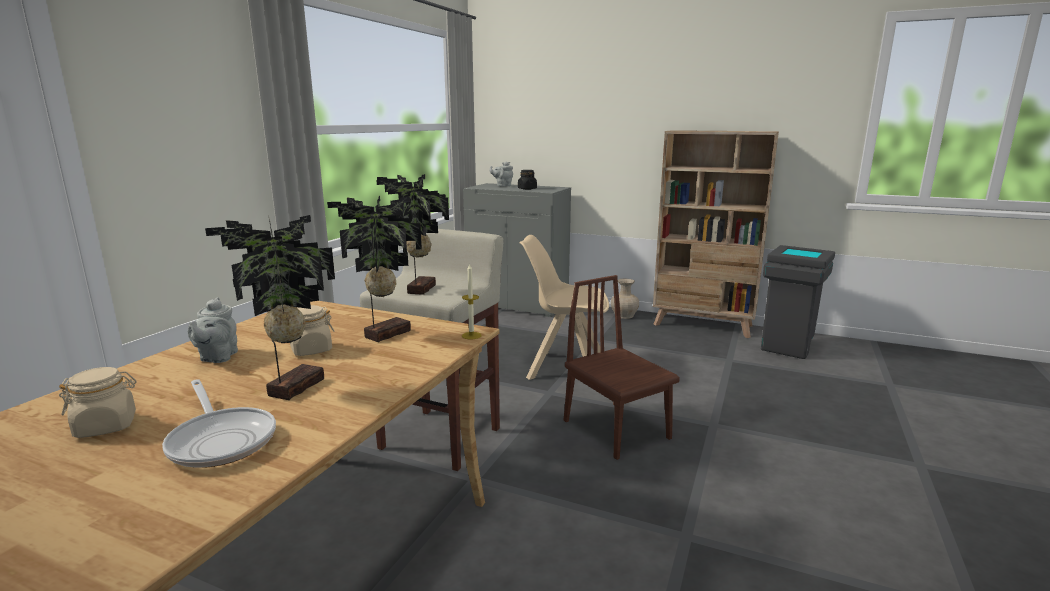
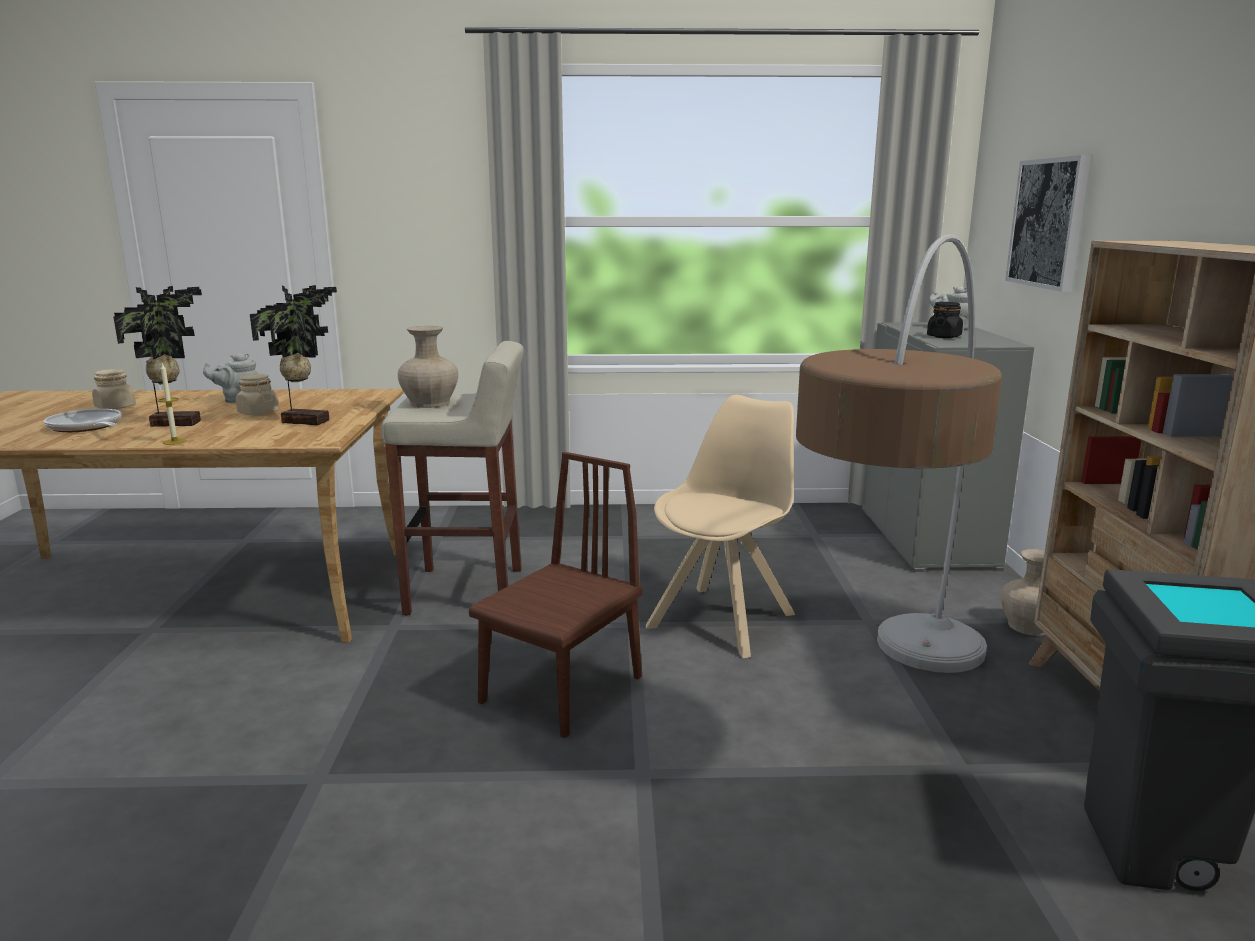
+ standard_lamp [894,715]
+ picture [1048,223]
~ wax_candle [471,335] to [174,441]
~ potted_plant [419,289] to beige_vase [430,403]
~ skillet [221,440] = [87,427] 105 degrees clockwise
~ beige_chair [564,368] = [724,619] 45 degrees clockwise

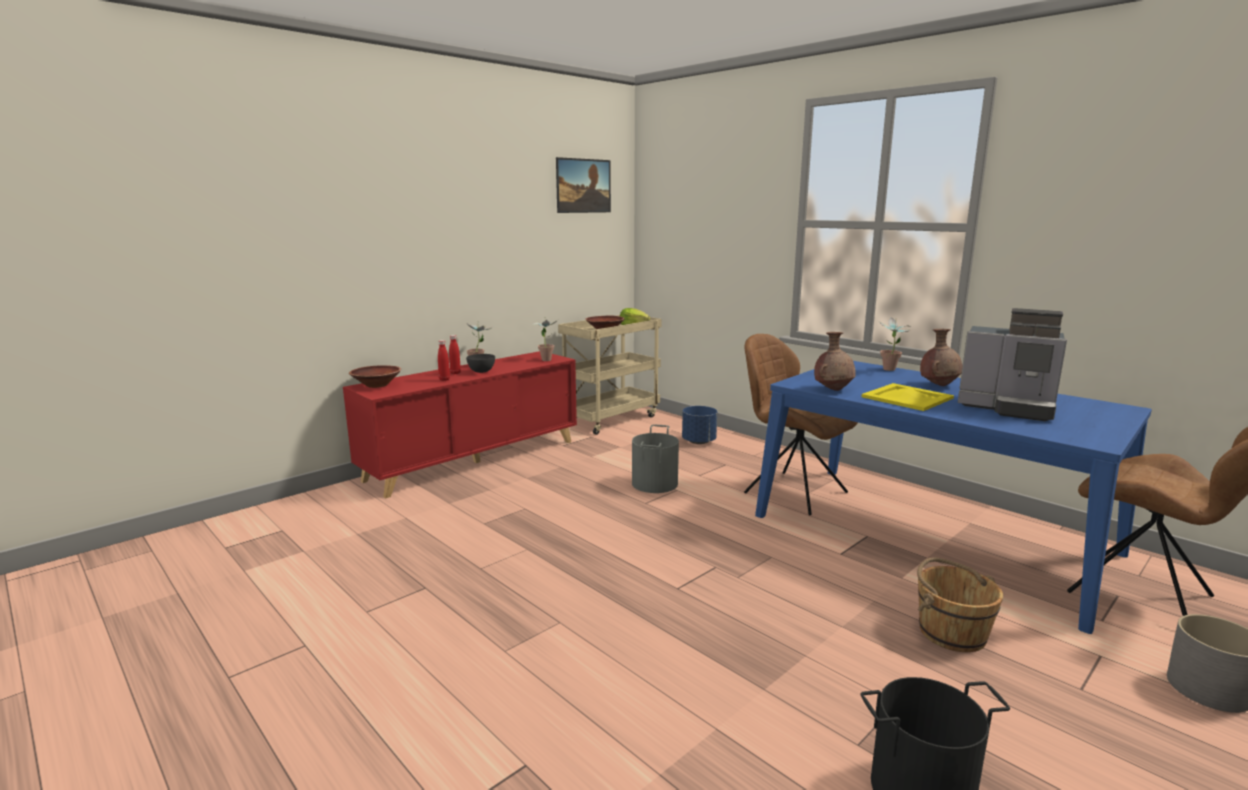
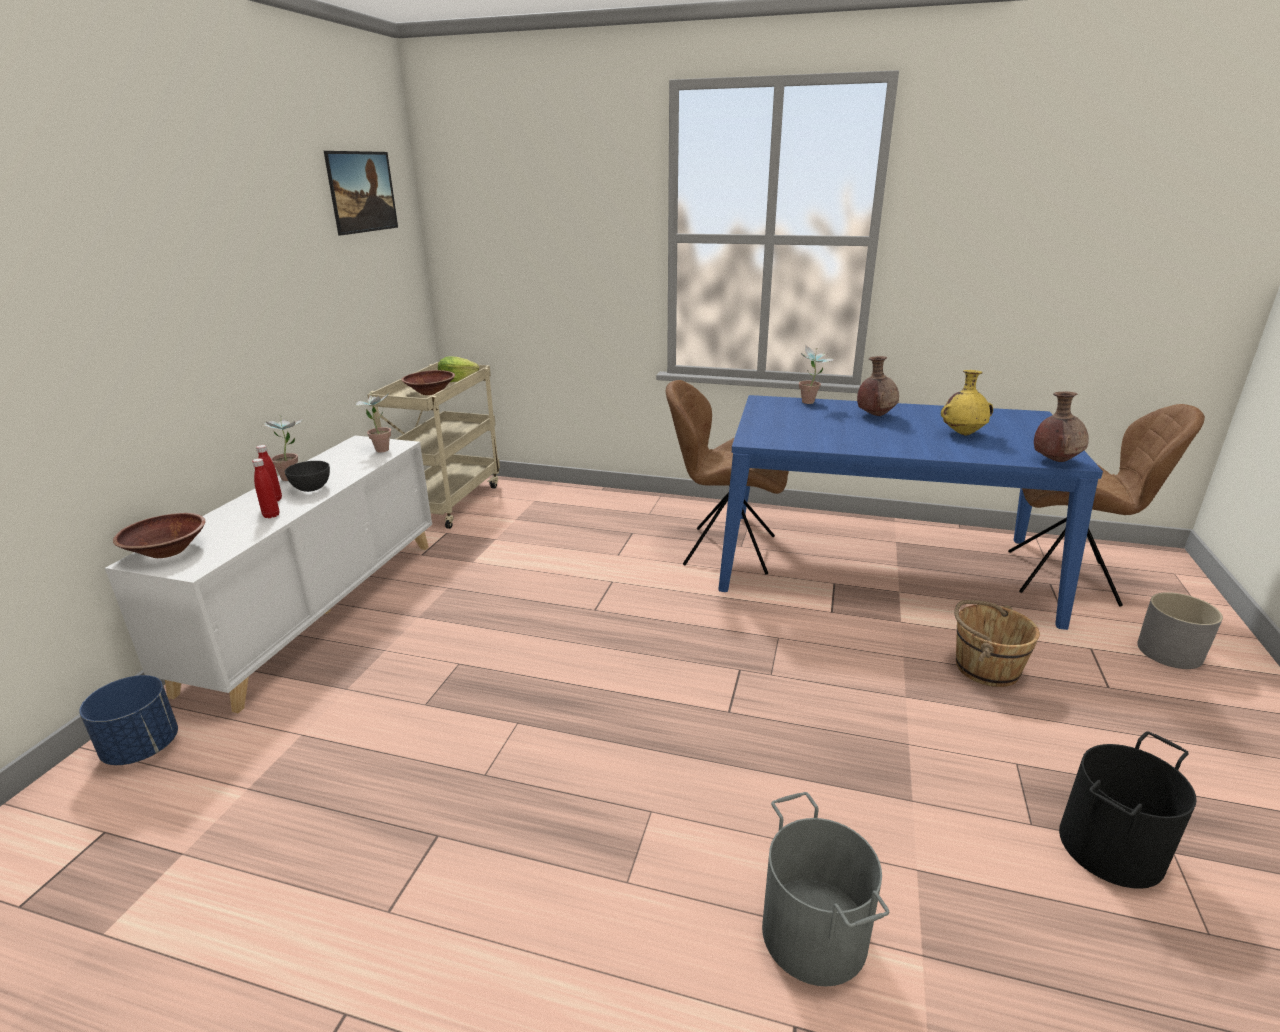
- yellow-coloured_carrying_tray [908,397]
~ gray_water_bucket [655,483] to [815,933]
~ bluish_flower_pot [699,441] to [142,748]
~ brownish_vase [833,389] to [1054,461]
~ coffee_brewer [1008,408] to yellow-coloured_vase [963,433]
~ red_storage_cabinet [474,460] to whitish_storage_cabinet [319,610]

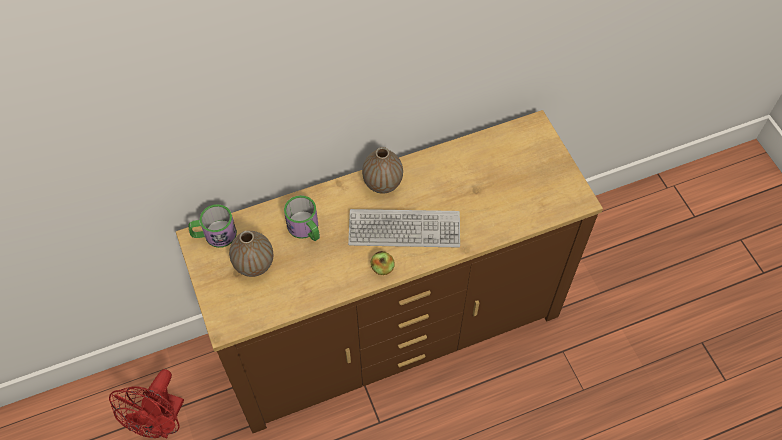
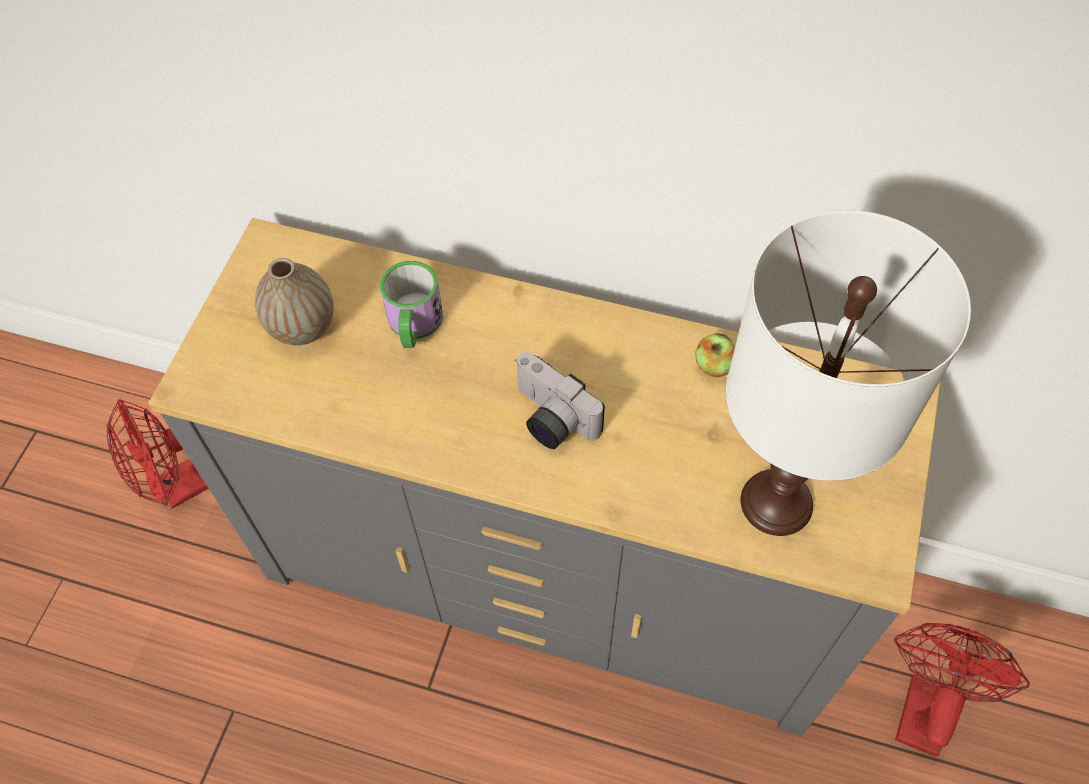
- mug [214,235]
- vase [382,183]
+ whitish_tabletop_lamp [778,502]
+ red_electric_fan [925,703]
~ apple_fruit [382,268] to [714,365]
~ computer_keyboard [404,229] to still_camera [549,419]
~ brownish_dresser [390,327] to gray_dresser [550,570]

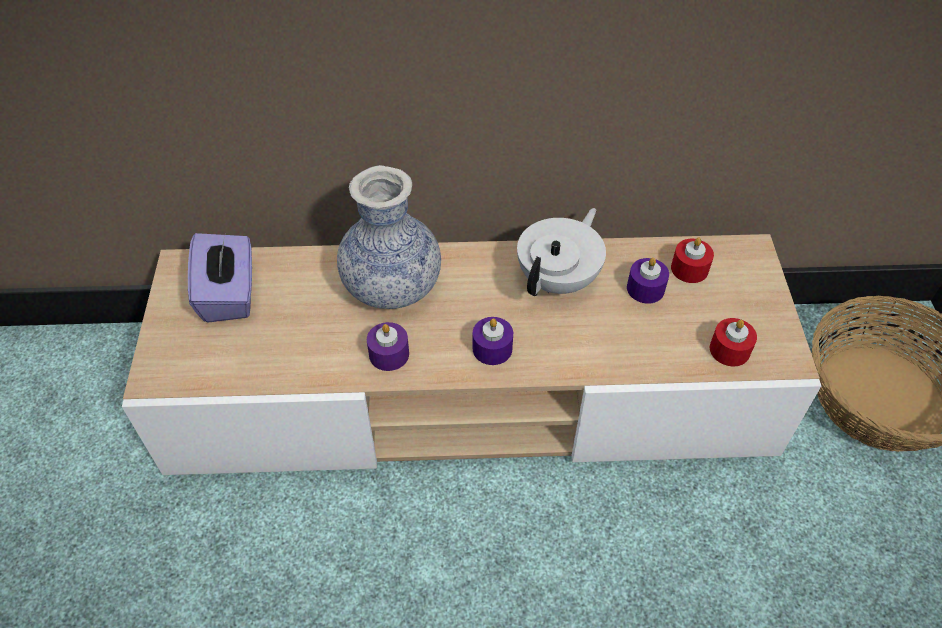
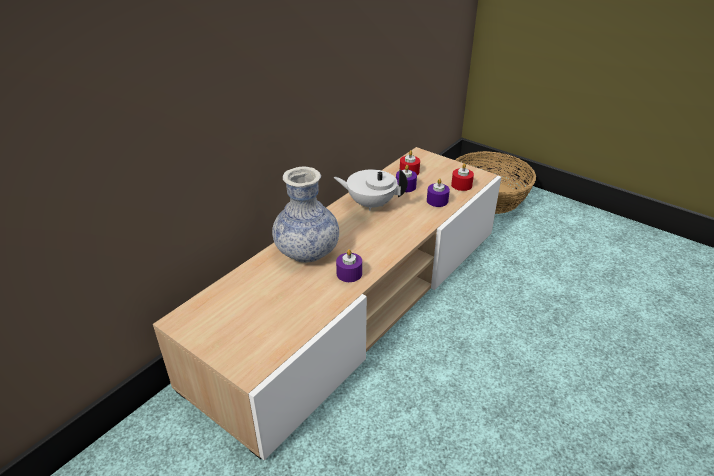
- purple_tissue_holder [229,294]
~ purple_wax_candle [492,348] to [437,201]
~ whitish_tea_pot [559,279] = [370,204] 60 degrees counterclockwise

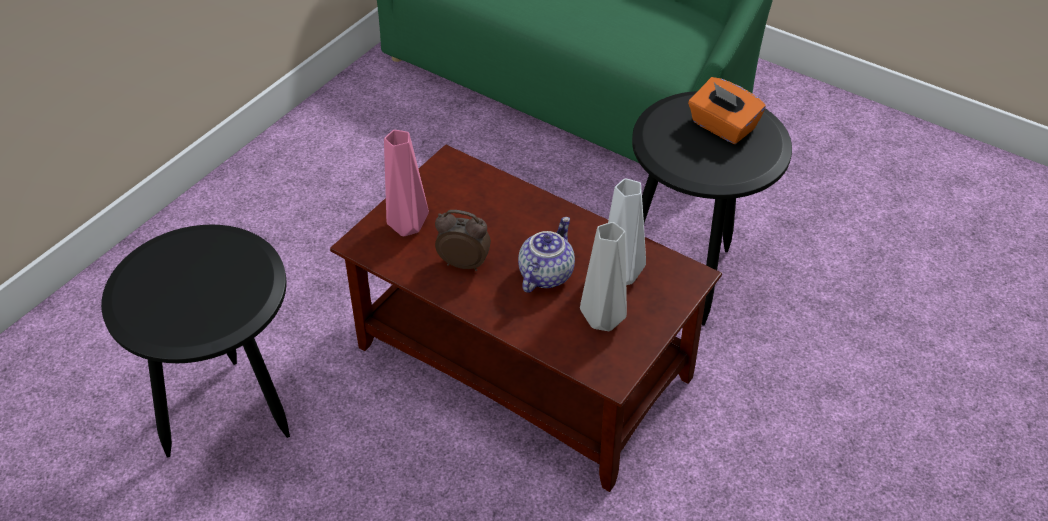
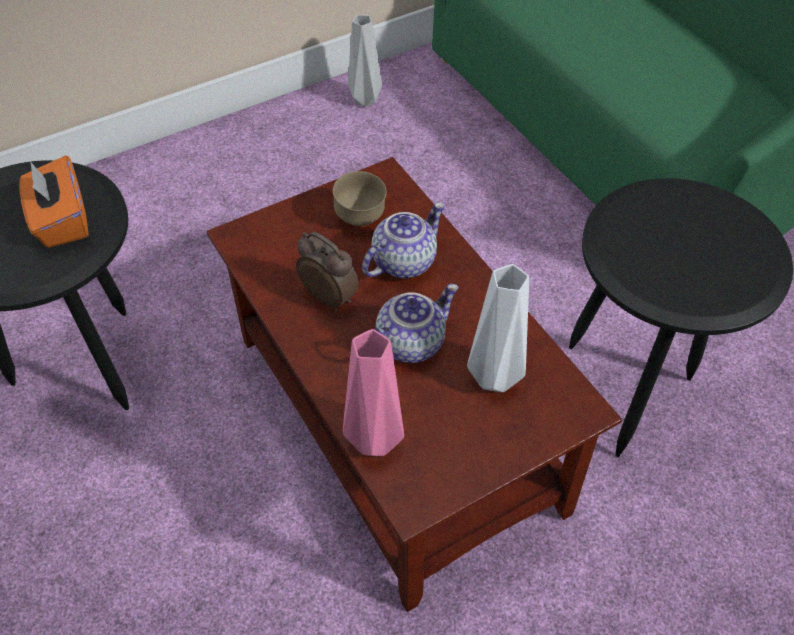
+ brownish_bowl [360,219]
+ tea_pot [403,261]
~ pink-coloured_vase [409,227] to [377,441]
~ gray_vase [602,319] to [365,99]
~ orangey_tissue_holder [722,127] to [61,221]

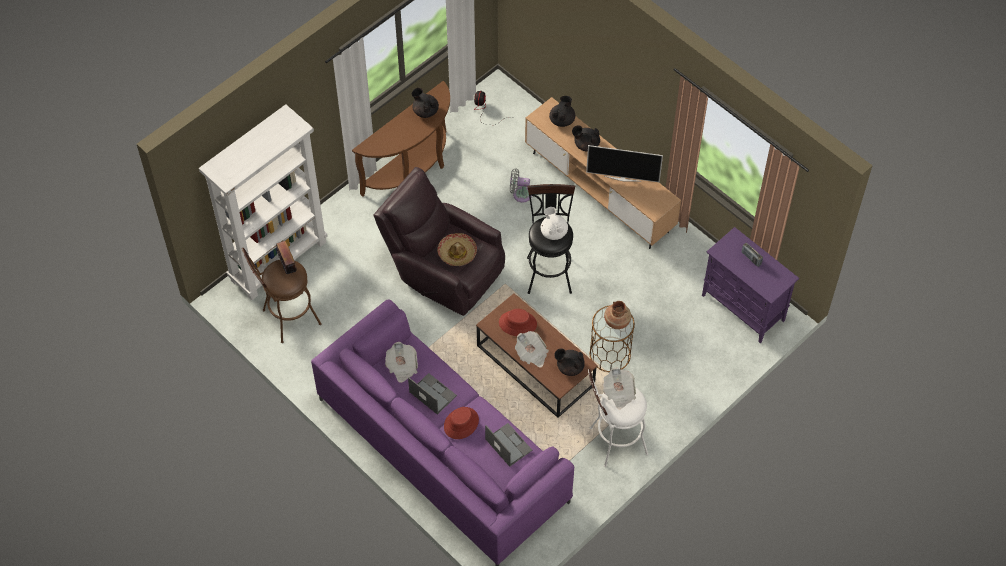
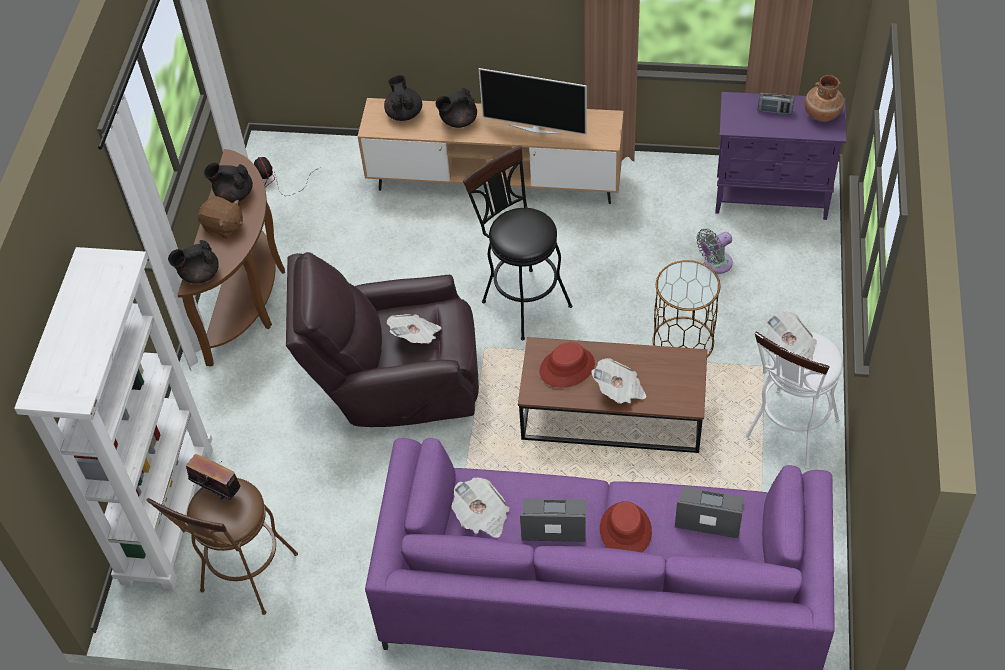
- whitish_tea_pot [553,232]
+ brownish_soft_toy [223,226]
~ gray_electric_fan [520,194] to [715,264]
~ black_tea_pot [569,367] to [199,274]
~ brownish_vase [617,321] to [821,114]
~ hat [457,253] to daily_paper [416,336]
~ television [622,178] = [535,129] 45 degrees clockwise

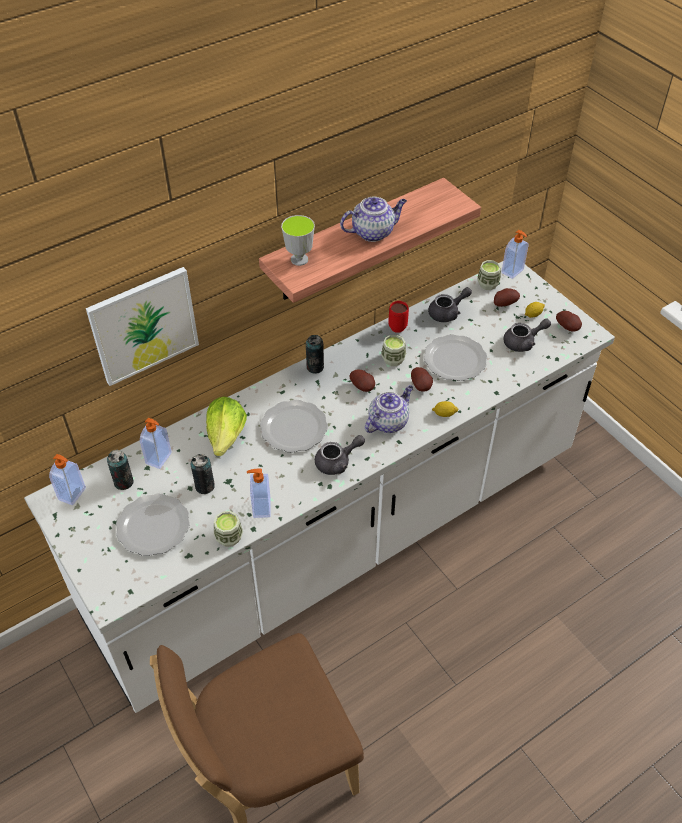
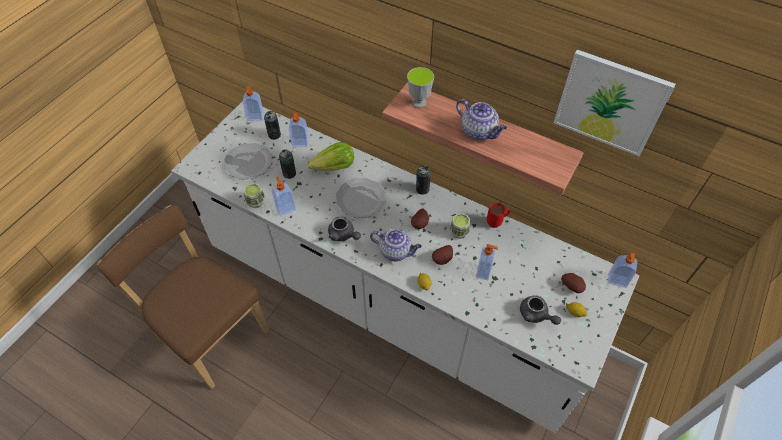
- gray_tea_pot [448,313]
- small_cup [488,284]
- spud [568,328]
~ picture [144,325] to [610,103]
~ dinner_plate [454,360] to soap_bottle [484,271]

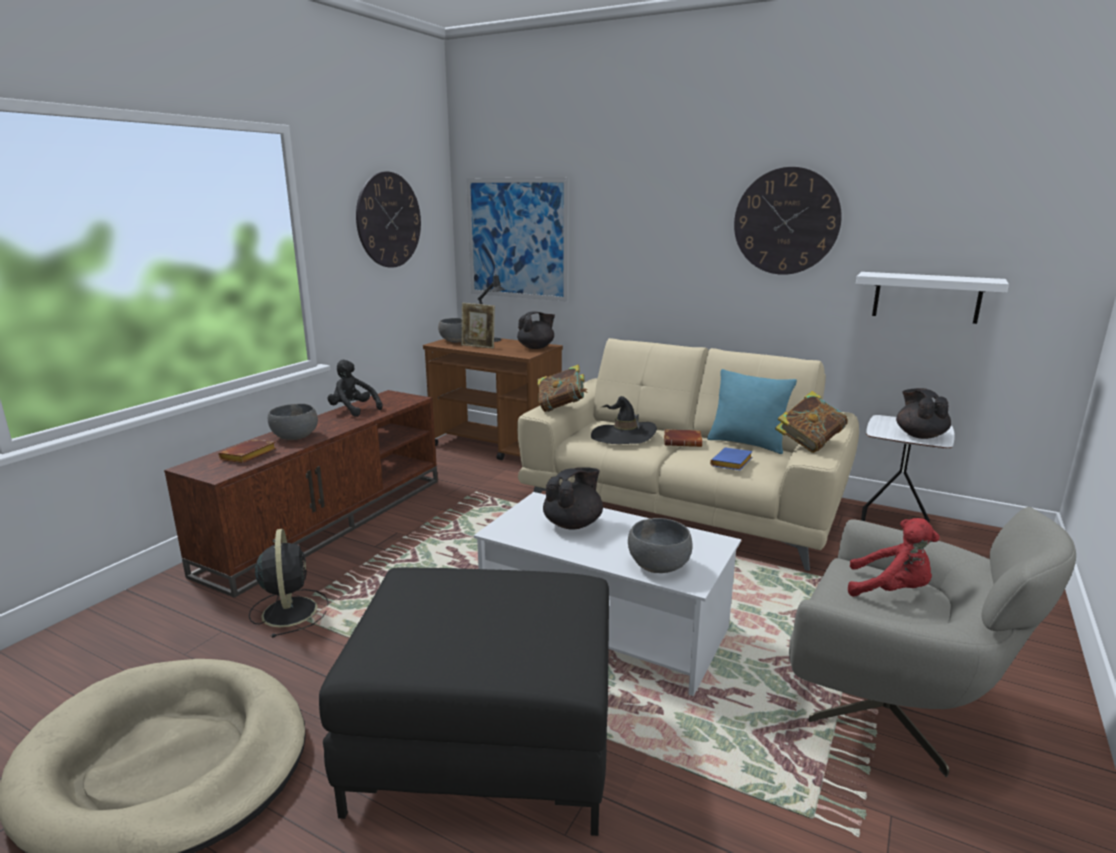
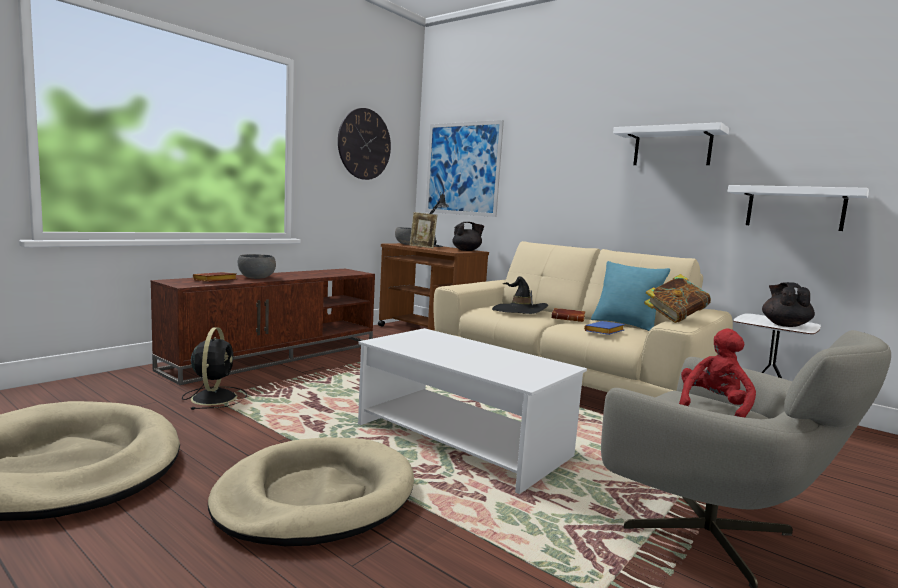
- black_soft_toy [353,410]
- book [561,408]
- black_tea_pot [573,524]
- gray_bowl [659,565]
~ black_pouffe [483,746] to beige_pet_bed [315,496]
~ clock_on_the_wall [786,221] to whitish_wall_shelf [672,147]
~ red_soft_toy [890,590] = [713,408] 90 degrees counterclockwise

